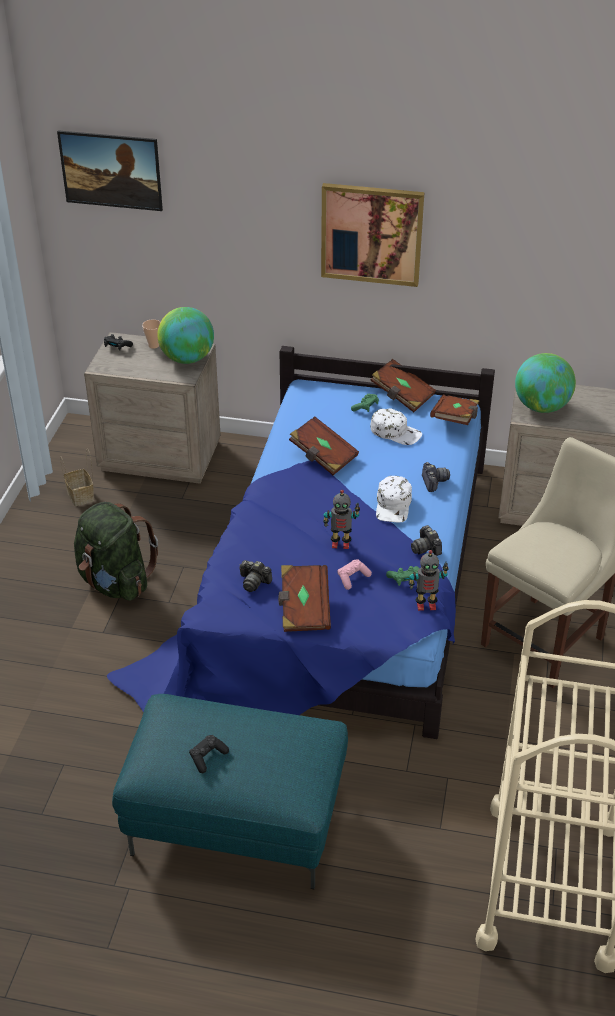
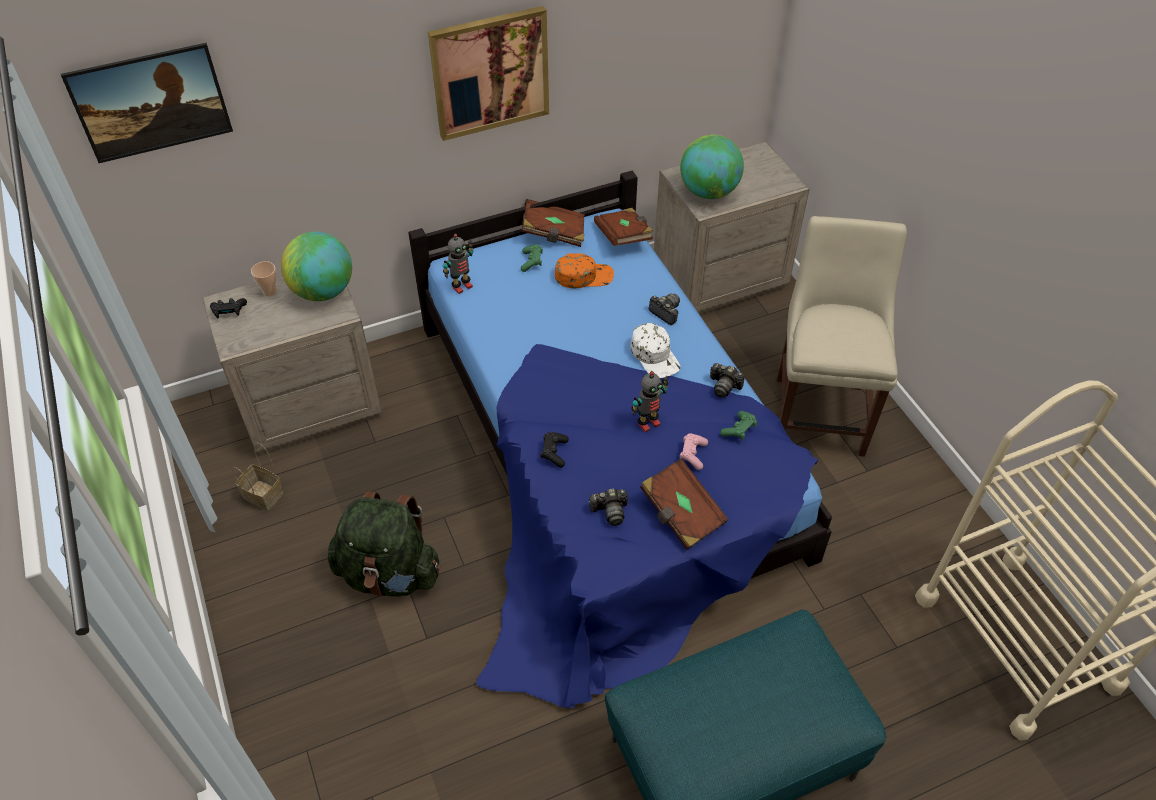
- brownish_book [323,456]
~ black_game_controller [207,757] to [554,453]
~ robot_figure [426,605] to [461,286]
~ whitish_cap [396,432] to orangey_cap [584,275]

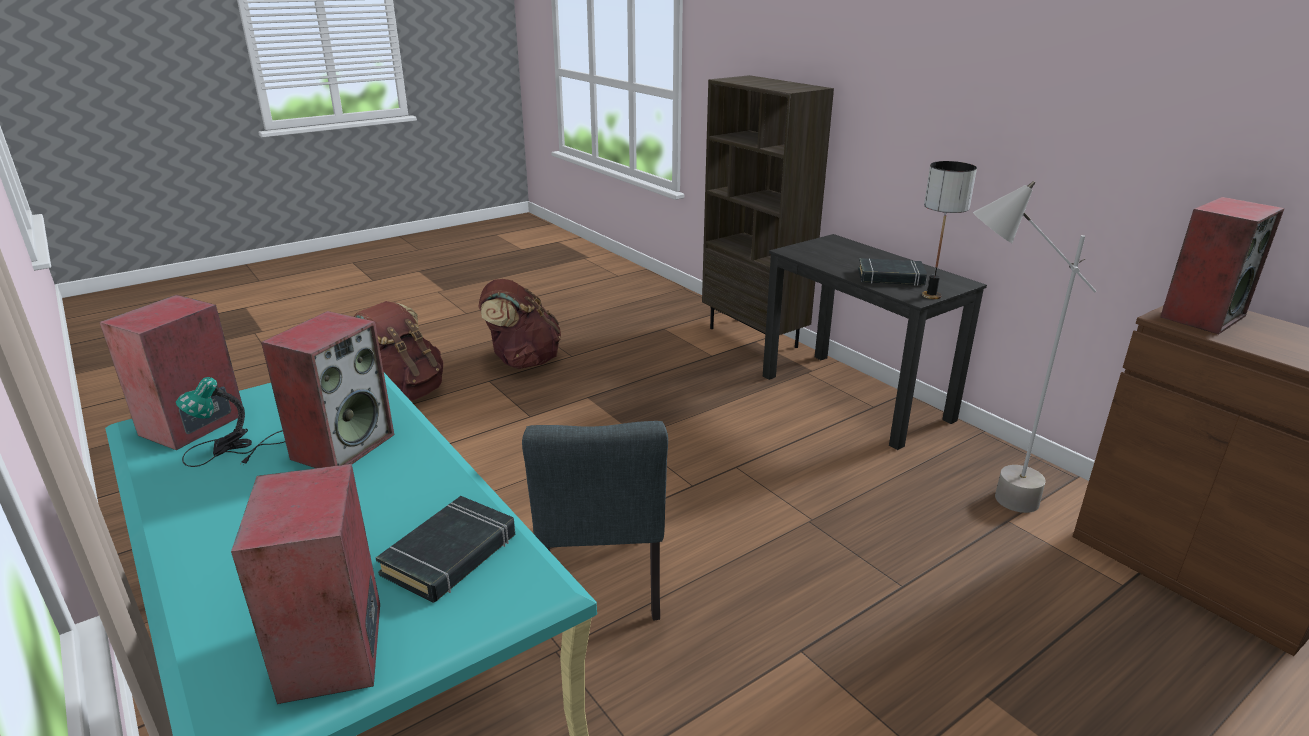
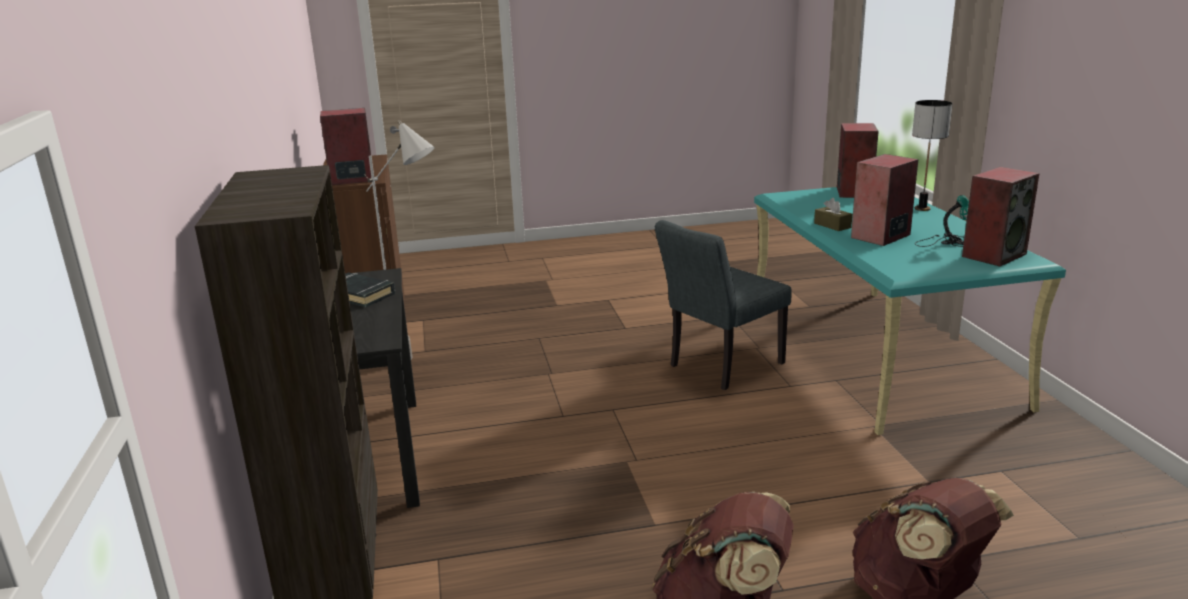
- black_book [450,555]
+ brownish_tissue_holder [832,225]
~ tabletop_lamp [932,295] to [921,209]
~ gray_chair [601,586] = [720,367] 150 degrees counterclockwise

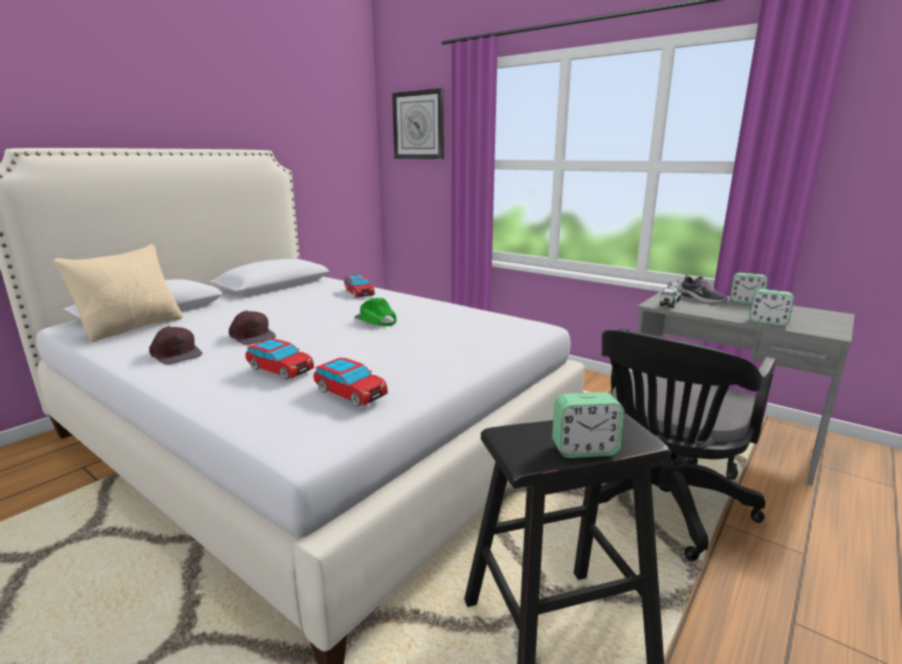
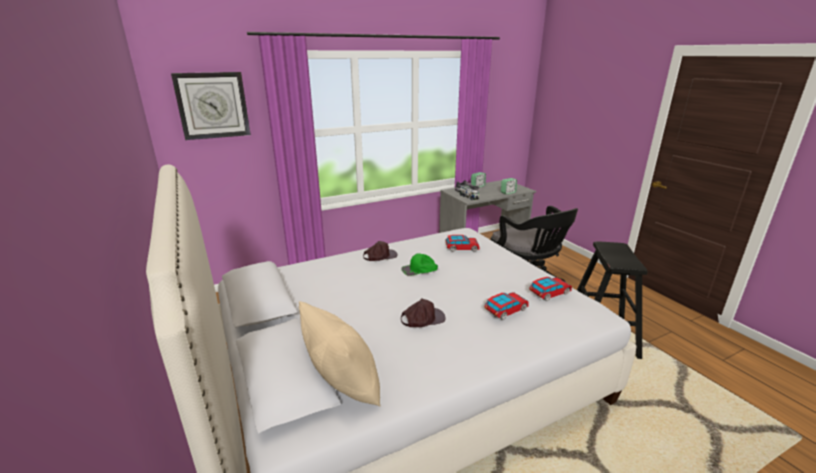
- bedside_clock [584,449]
~ brownish_cap [175,354] to [380,255]
~ toy_car [359,293] to [461,248]

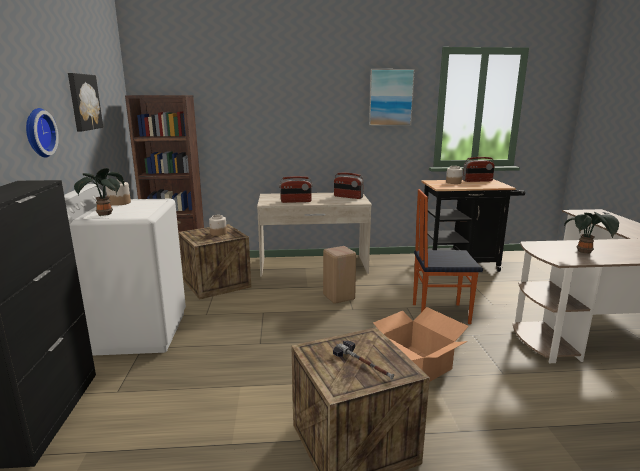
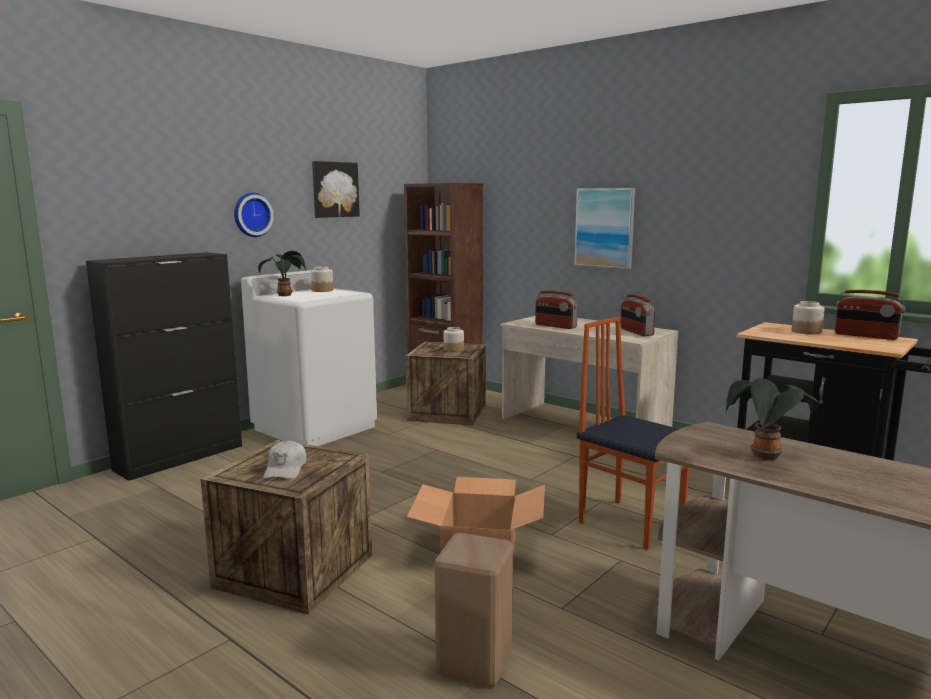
~ beige_sitting_stool [338,297] to [472,664]
~ picture [390,97] to [605,227]
~ hammer [364,363] to whitish_cap [286,469]

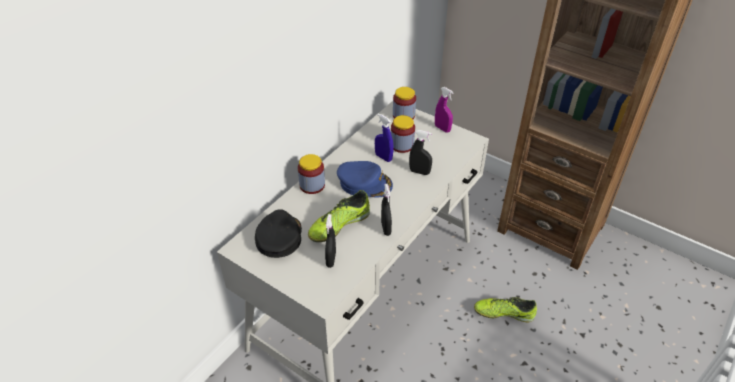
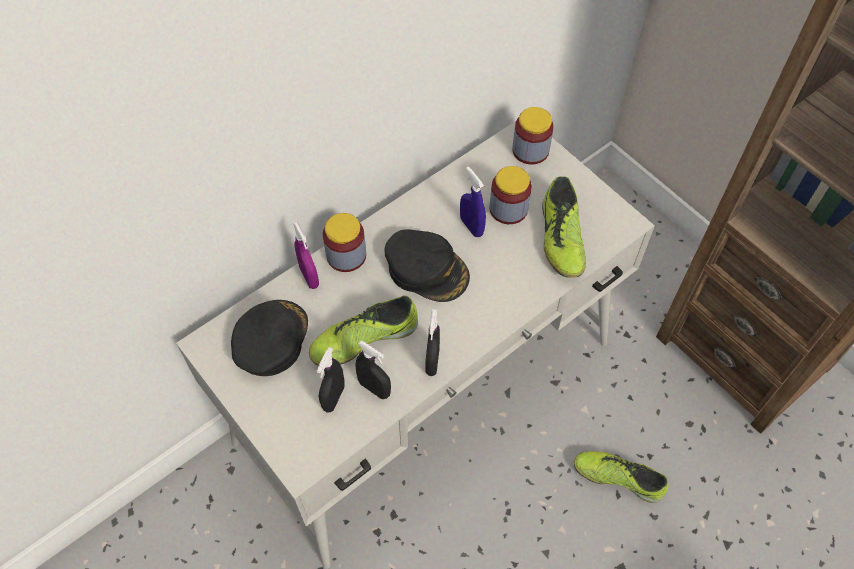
+ shoe [561,238]
~ black_hand_sprayer [419,172] to [374,388]
~ purple_hand_sprayer [442,128] to [309,277]
~ bluish_cap [364,183] to black_cap [427,269]

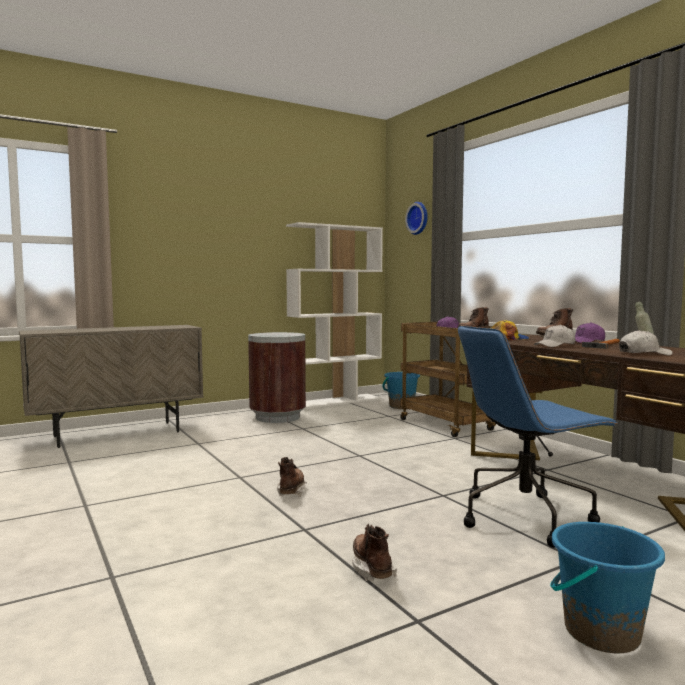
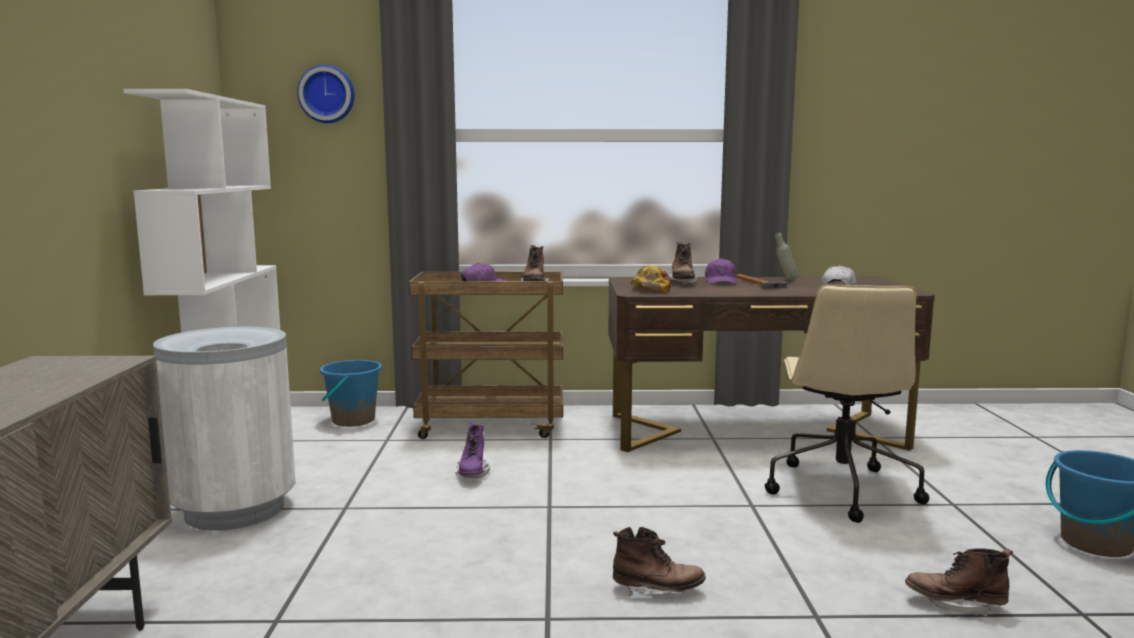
- whitish_cap [555,345]
+ purple_high-top_boot [472,474]
~ brownish_rubbish_bin [278,417] to whitish_rubbish_bin [235,509]
~ bluish_office_chair [526,516] to beige_office_chair [840,489]
~ brownish_high-top_boot [291,491] = [657,590] 150 degrees clockwise

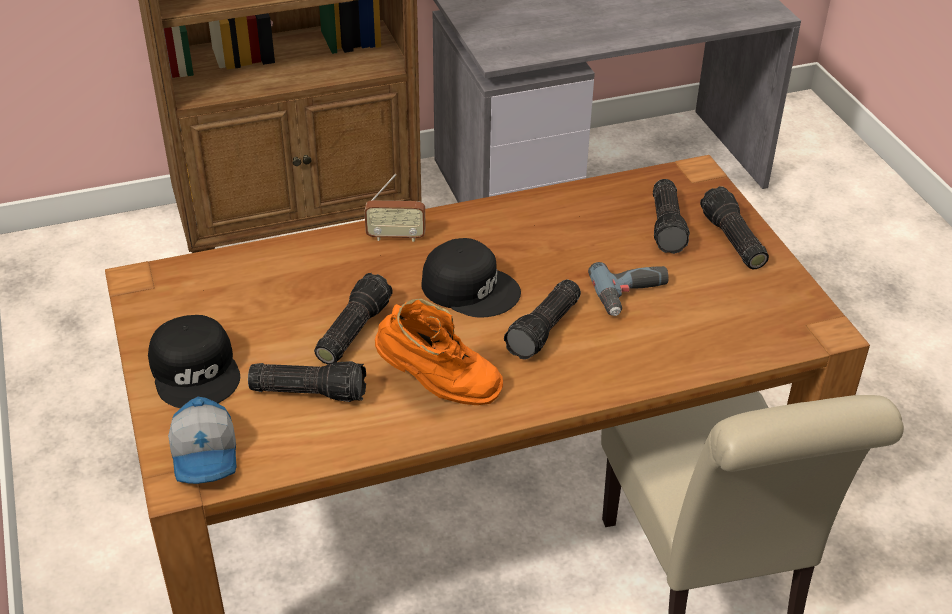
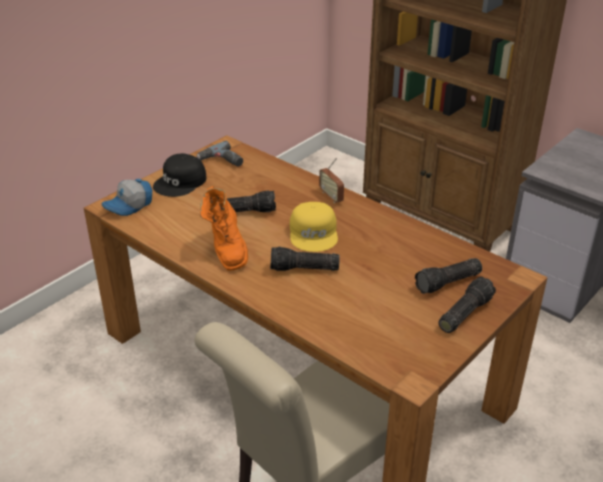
- hand_torch [310,390]
~ drill [632,295] to [221,161]
~ black_cap [470,287] to yellow-coloured_cap [314,233]

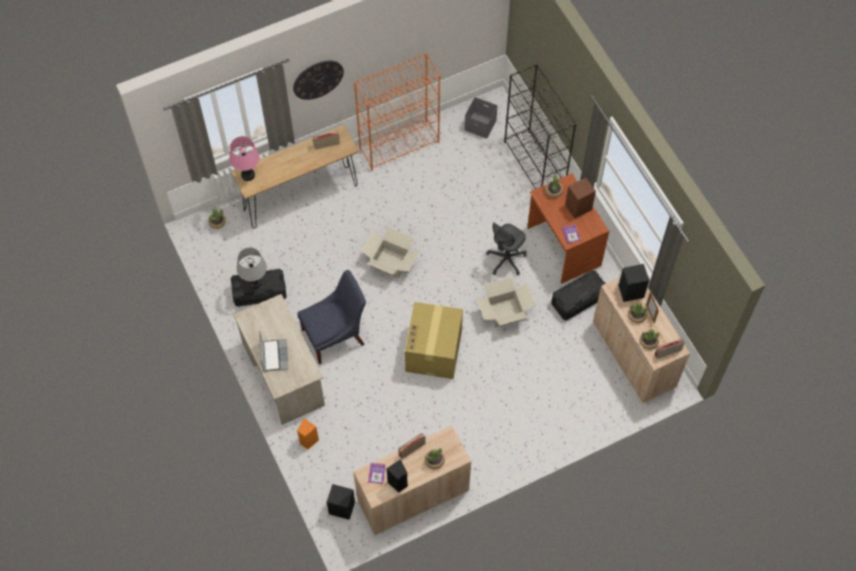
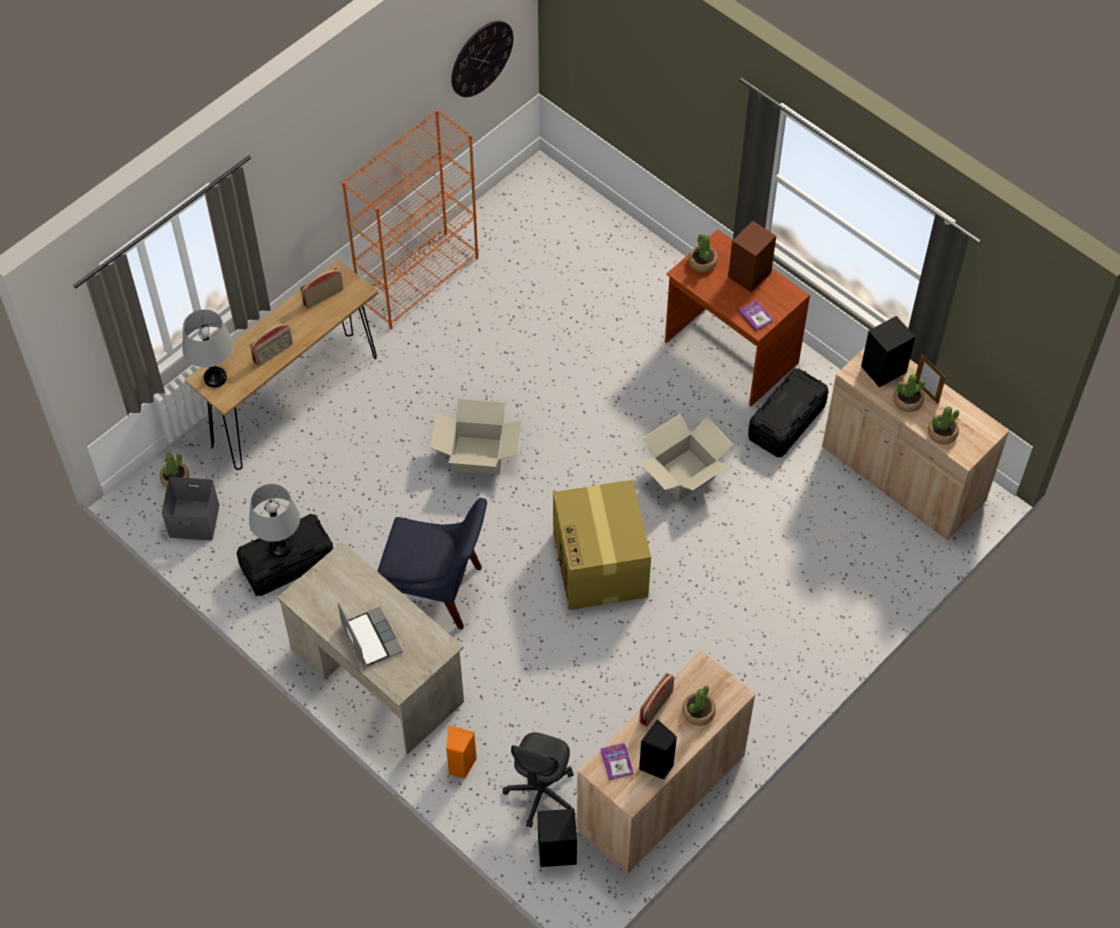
- black_bookshelf [535,165]
~ clock_on_the_wall [318,79] to [481,58]
~ gray_storage_box [481,124] to [195,519]
~ gray_office_chair [506,260] to [541,793]
~ radio_receiver [668,352] to [273,353]
~ pink-coloured_tabletop_lamp [248,175] to gray_tabletop_lamp [215,378]
~ bluish_chair [335,335] = [437,591] 60 degrees clockwise

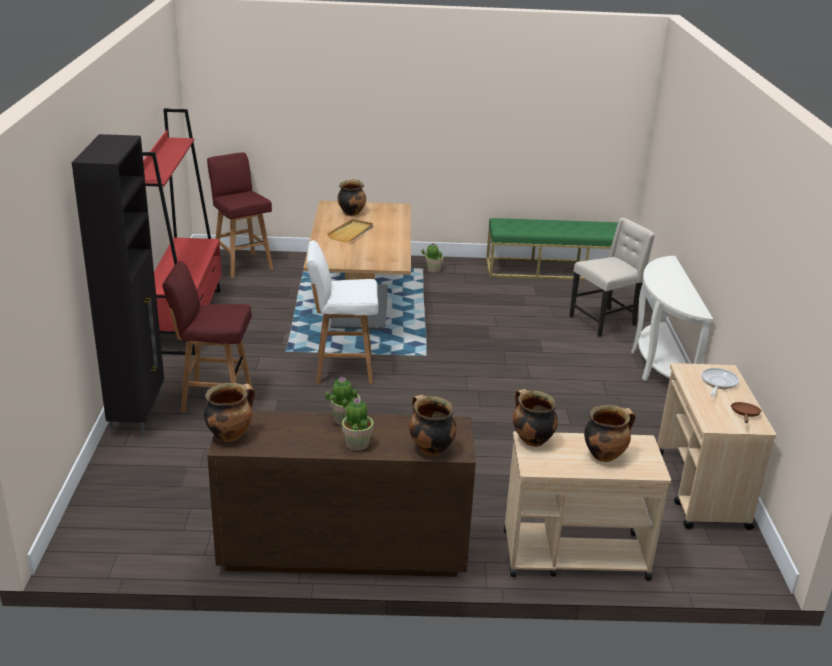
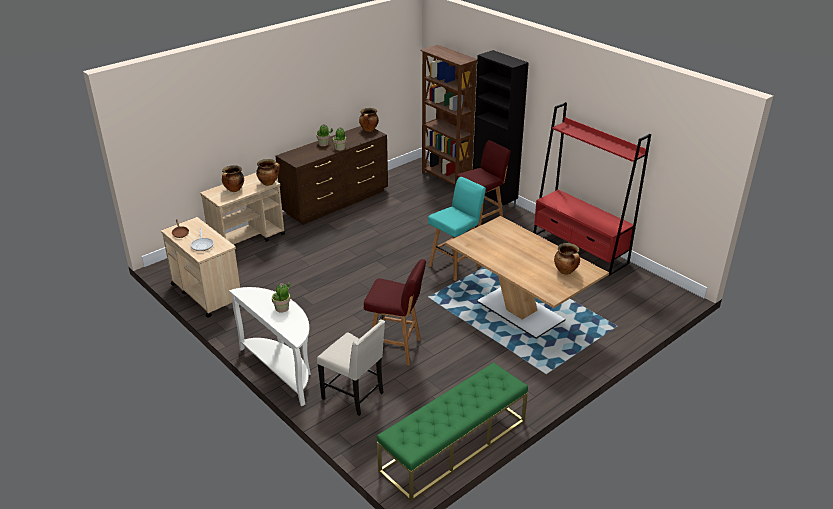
- beige_carrying_tray [351,232]
- saucepot [430,448]
+ brownish_bookshelf [446,179]
~ red_sitting_stool [242,264] to [396,349]
~ potted_plant [433,269] to [282,308]
~ whitish_sitting_stool [342,369] to turquoise-coloured_sitting_stool [455,265]
~ beige_chair [604,321] = [354,396] 75 degrees counterclockwise

